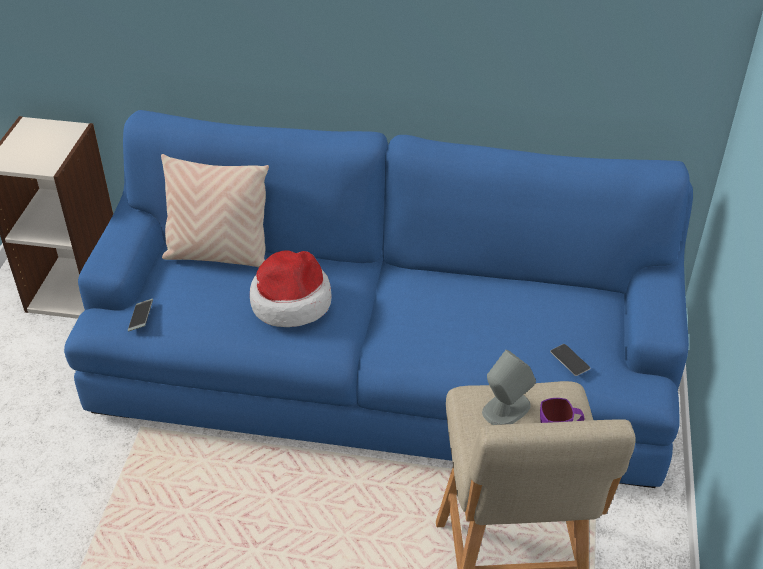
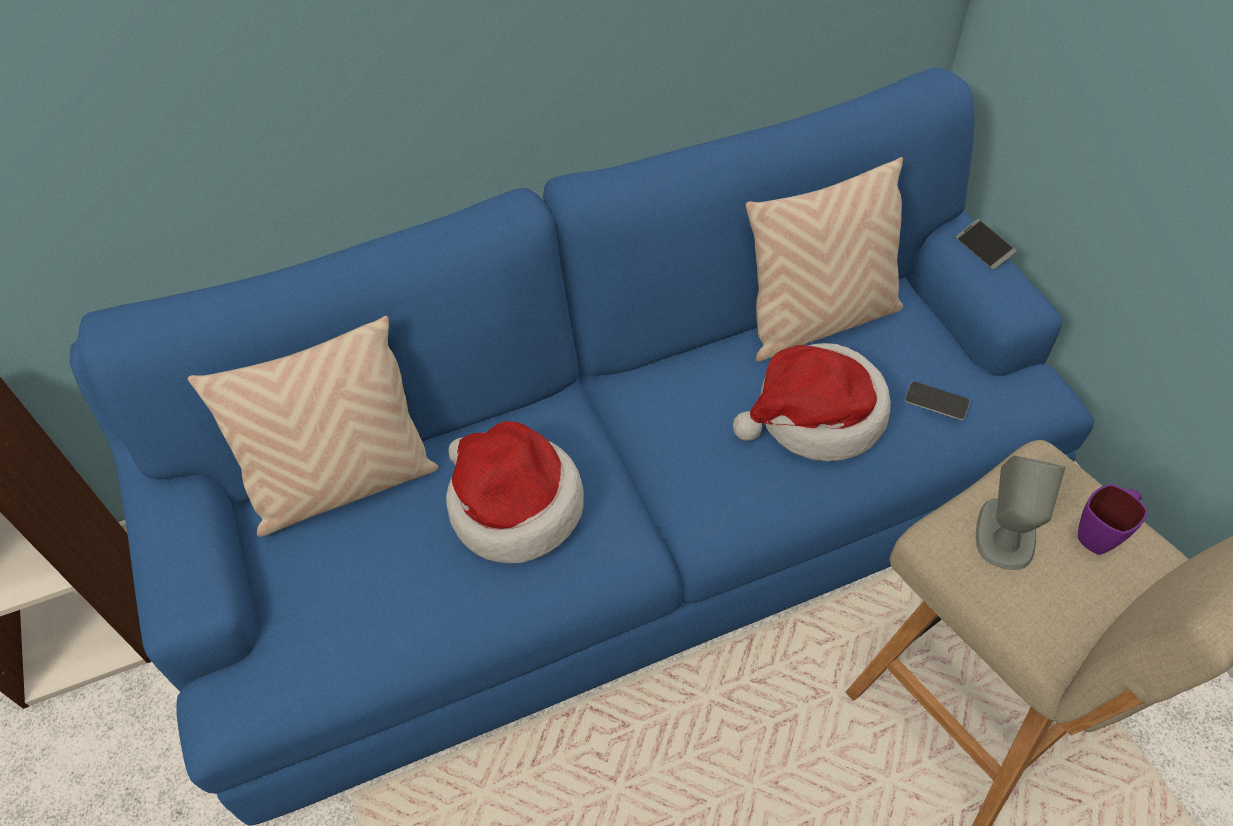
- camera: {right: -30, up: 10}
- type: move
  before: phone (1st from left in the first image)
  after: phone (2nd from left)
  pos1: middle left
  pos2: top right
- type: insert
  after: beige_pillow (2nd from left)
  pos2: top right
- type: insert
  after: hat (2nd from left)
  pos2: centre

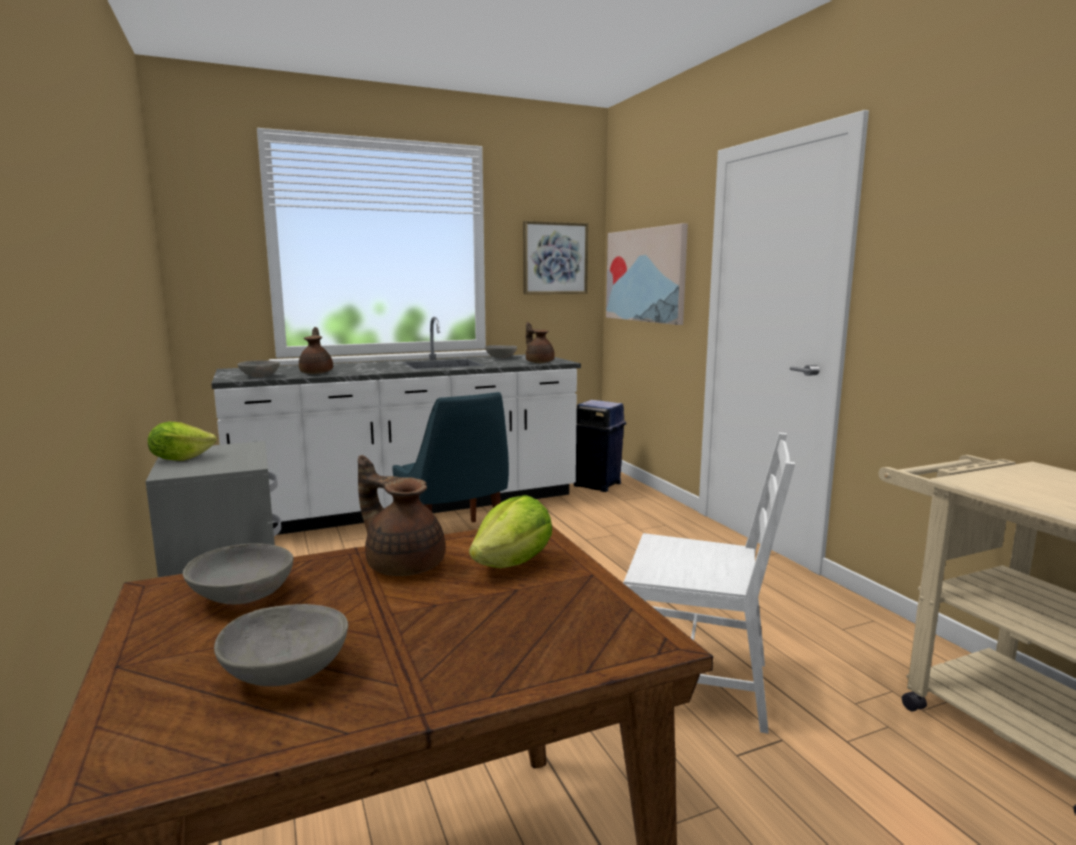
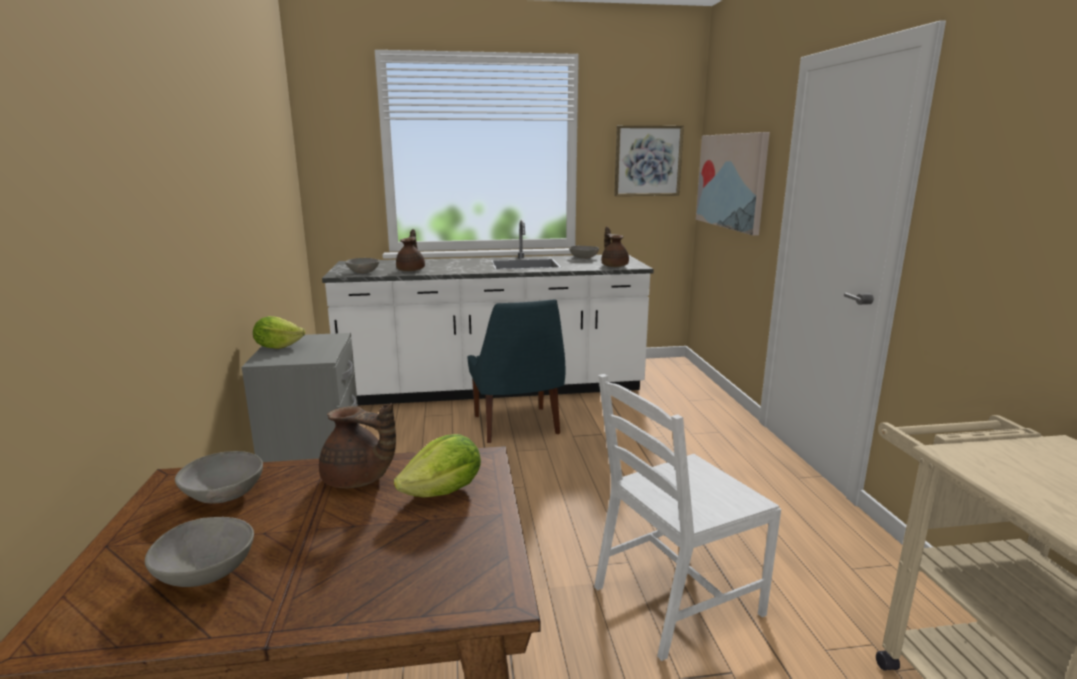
- camera: {right: 15, up: 5}
- type: delete
  before: blue_trash_can
  pos1: centre
- type: rotate
  before: white_chair
  pos1: bottom centre
  pos2: bottom centre
  turn: 120
- type: rotate
  before: brown_teapot (2nd from left in the first image)
  pos1: centre
  pos2: middle left
  turn: 150

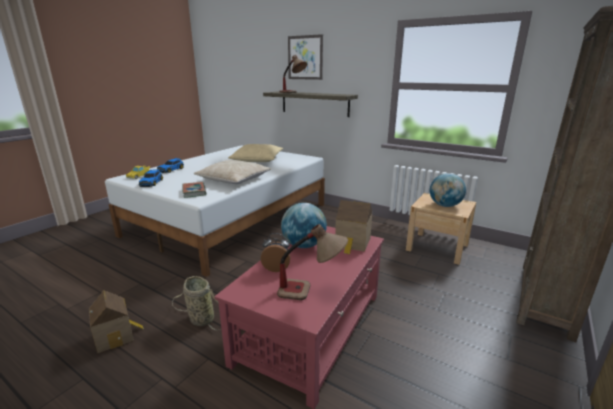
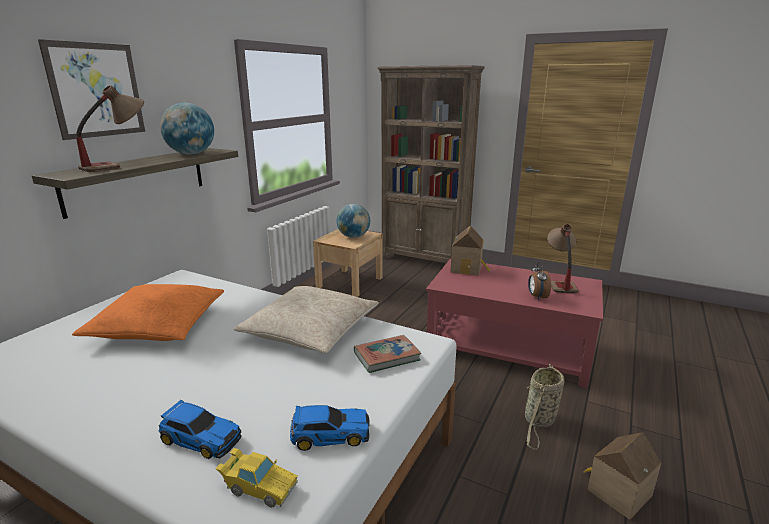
- camera: {right: -95, up: 0}
- type: recolor
  before: beige_pillow (2nd from left)
  after: orange_pillow
  pos1: centre
  pos2: middle left
- type: move
  before: globe (1st from left)
  pos1: centre
  pos2: top left

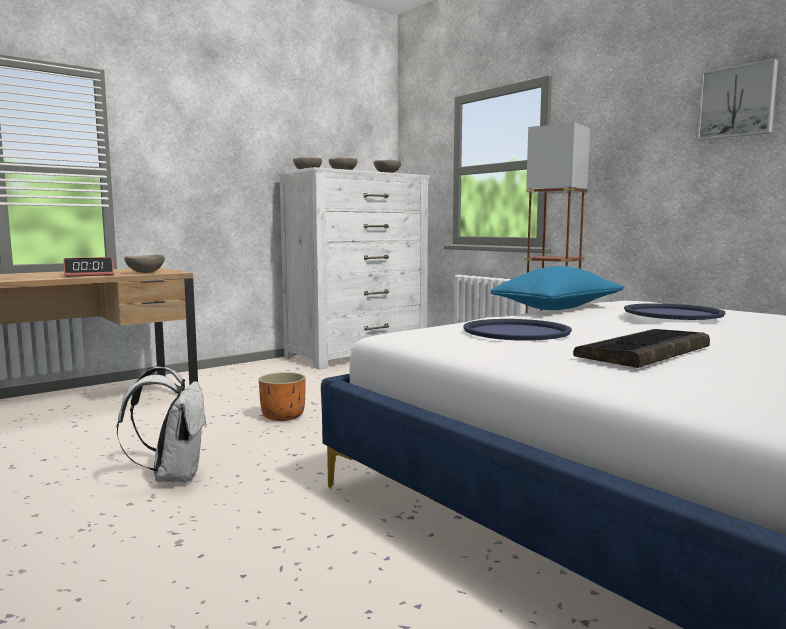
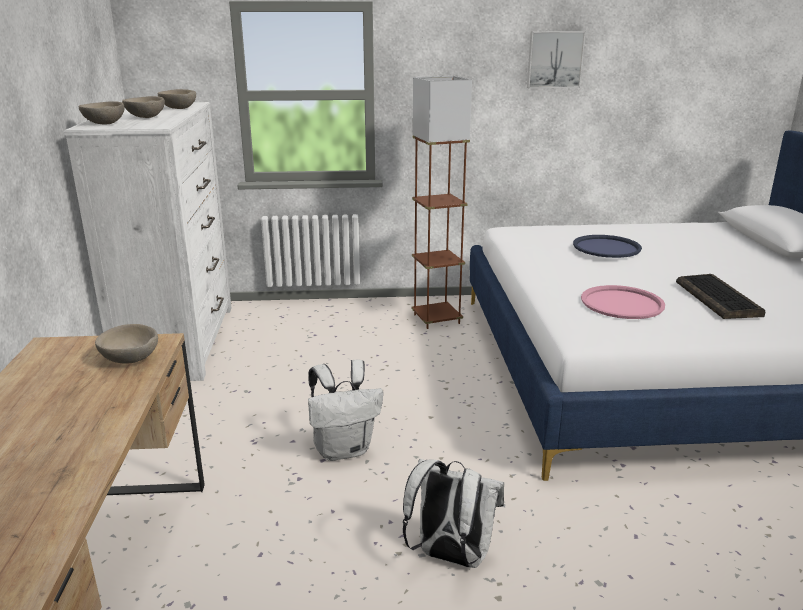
- camera: {right: -55, up: 15}
- type: delete
  before: alarm_clock
  pos1: middle left
- type: delete
  before: blue_pillow
  pos1: middle right
- type: recolor
  before: blue_tray (1st from left)
  after: pink_tray
  pos1: centre
  pos2: middle right
- type: replace
  before: orange_planter
  after: white_backpack (1st from left)
  pos1: centre
  pos2: bottom centre

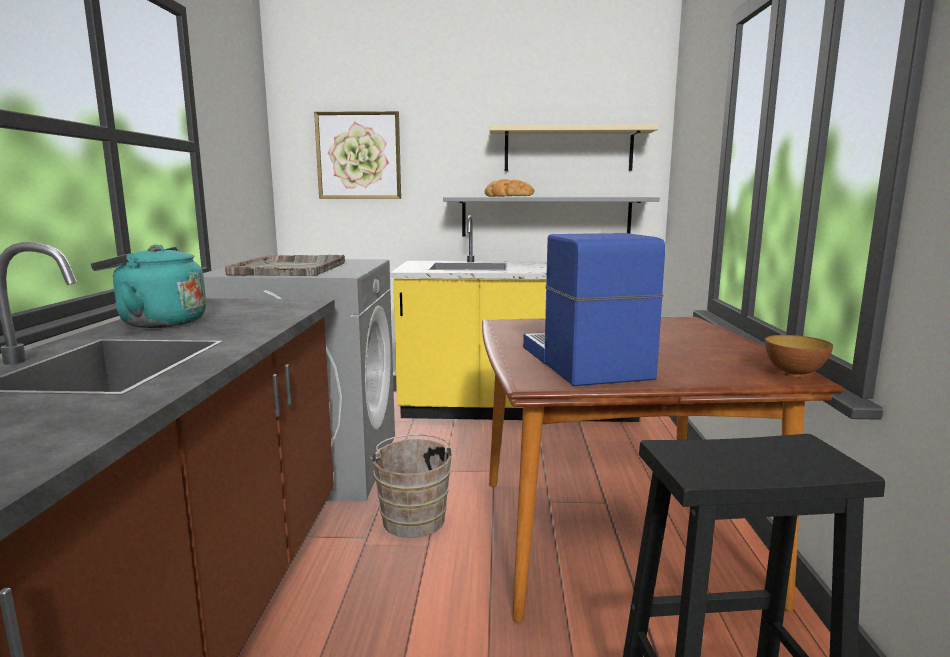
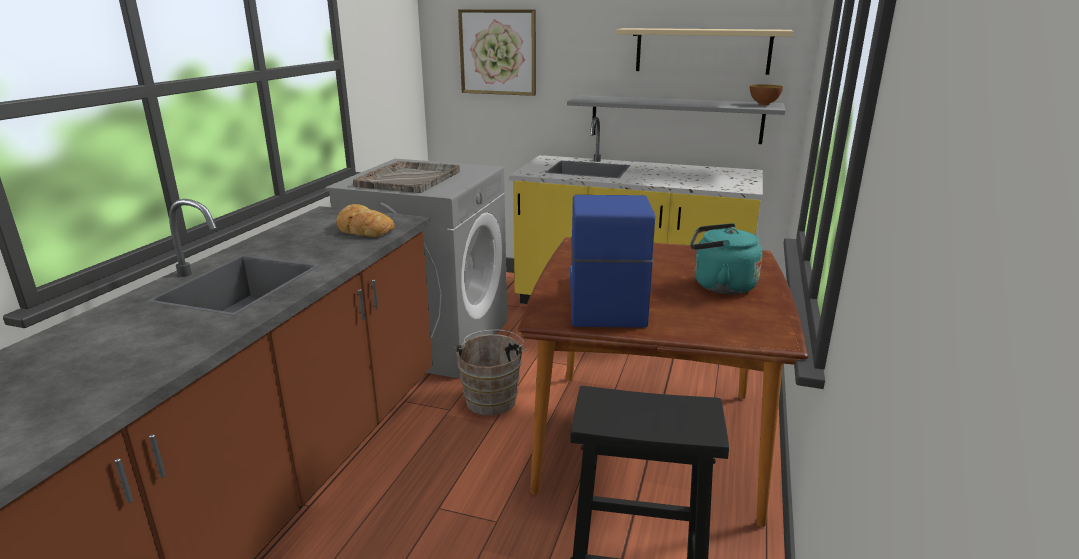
- camera: {right: 15, up: 10}
- type: move
  before: bread
  pos1: top centre
  pos2: centre
- type: move
  before: turquoise_kettle
  pos1: middle left
  pos2: middle right
- type: move
  before: bowl
  pos1: middle right
  pos2: top right

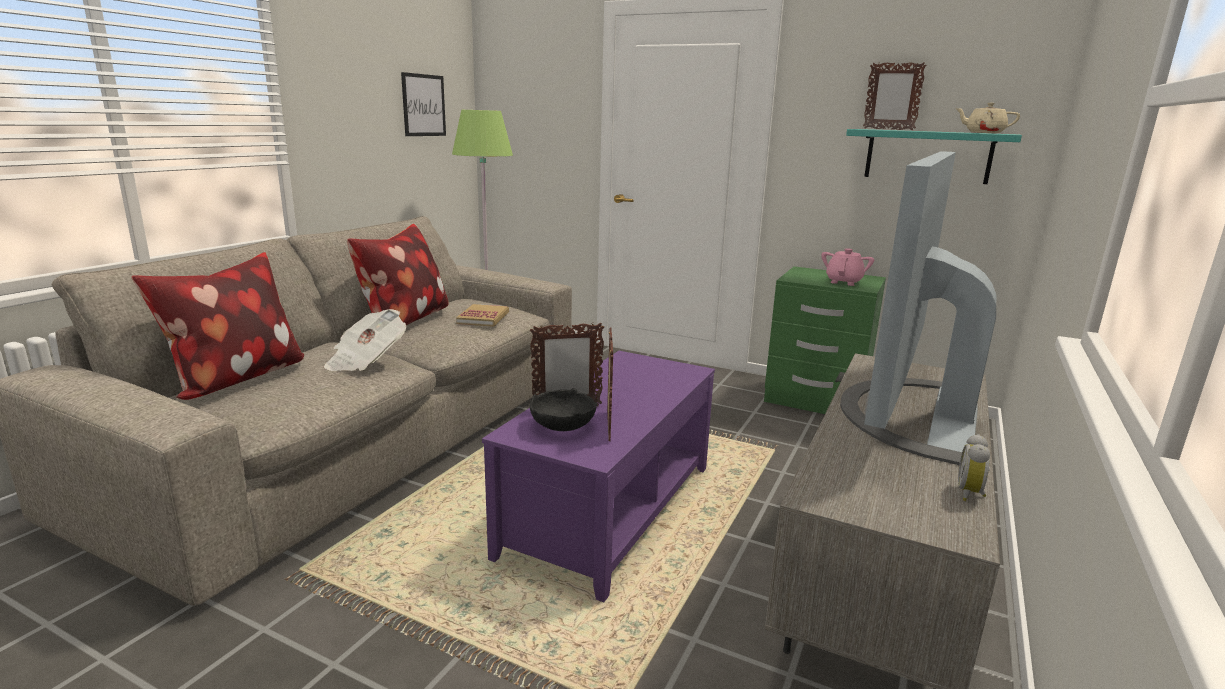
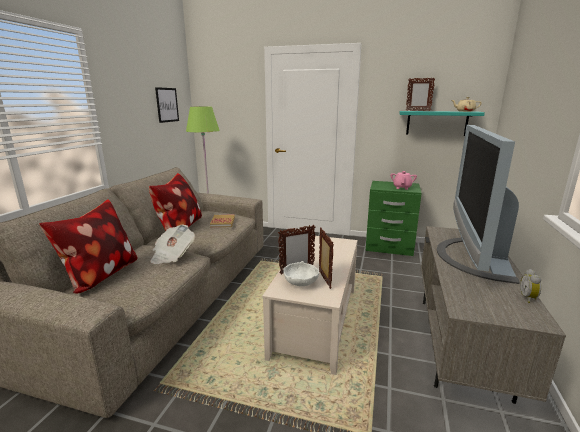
- camera: {right: -10, up: 0}
- type: recolor
  before: purple_coffee_table
  after: beige_coffee_table
  pos1: bottom centre
  pos2: bottom centre
- type: recolor
  before: black_bowl
  after: white_bowl
  pos1: centre
  pos2: centre

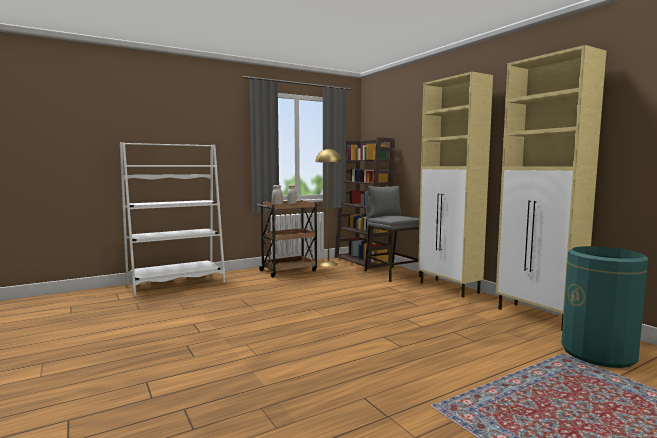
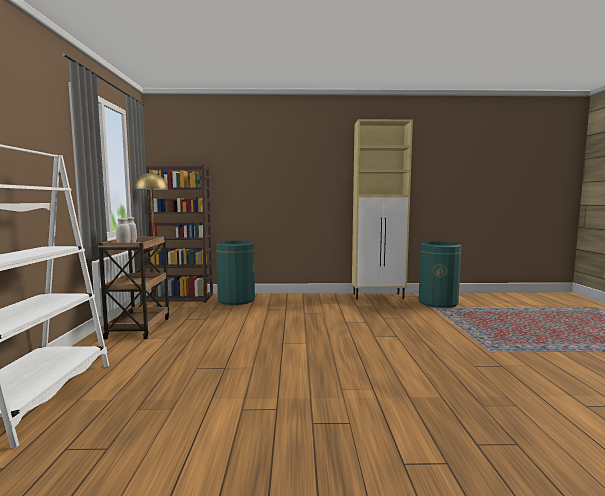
- camera: {right: -60, up: 0}
- type: delete
  before: beige_cabinet (1st from left)
  pos1: middle right
- type: replace
  before: grey_stool
  after: green_trash_can (1st from left)
  pos1: centre
  pos2: centre

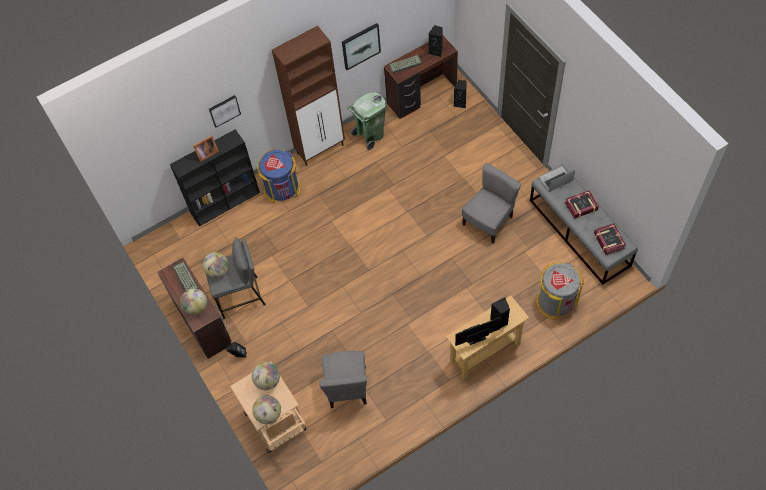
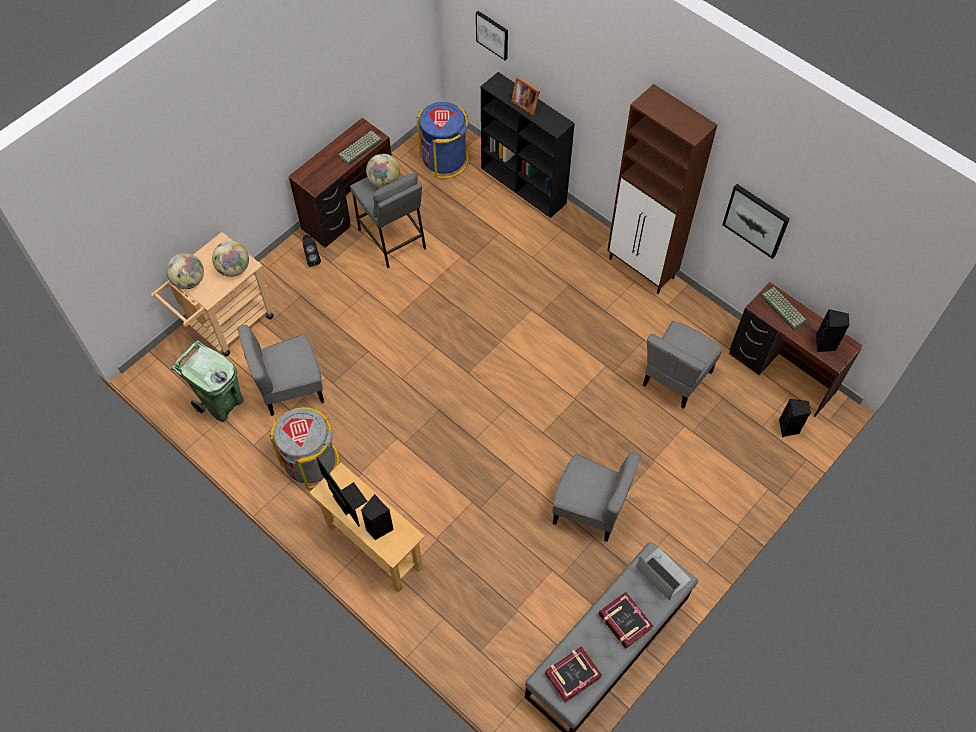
- camera: {right: 70, up: 0}
- type: move
  before: green_trash_can
  pos1: top centre
  pos2: middle left
- type: move
  before: picture (1st from left)
  pos1: top left
  pos2: top centre
- type: move
  before: blue_trash_can
  pos1: centre
  pos2: top centre
- type: move
  before: grey_trash_can
  pos1: middle right
  pos2: middle left
- type: delete
  before: globe (1st from left)
  pos1: middle left
- type: insert
  after: grey_chair (3rd from left)
  pos2: middle right

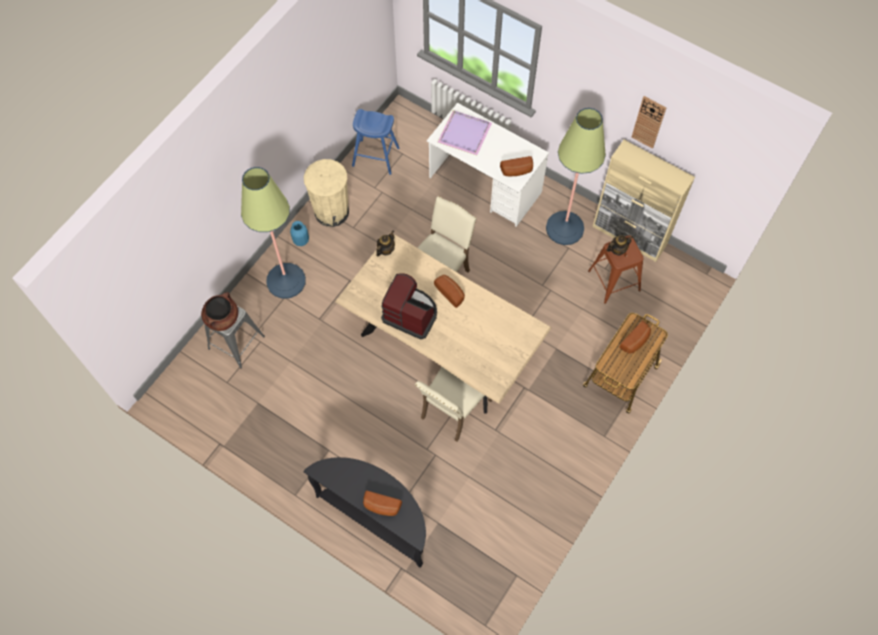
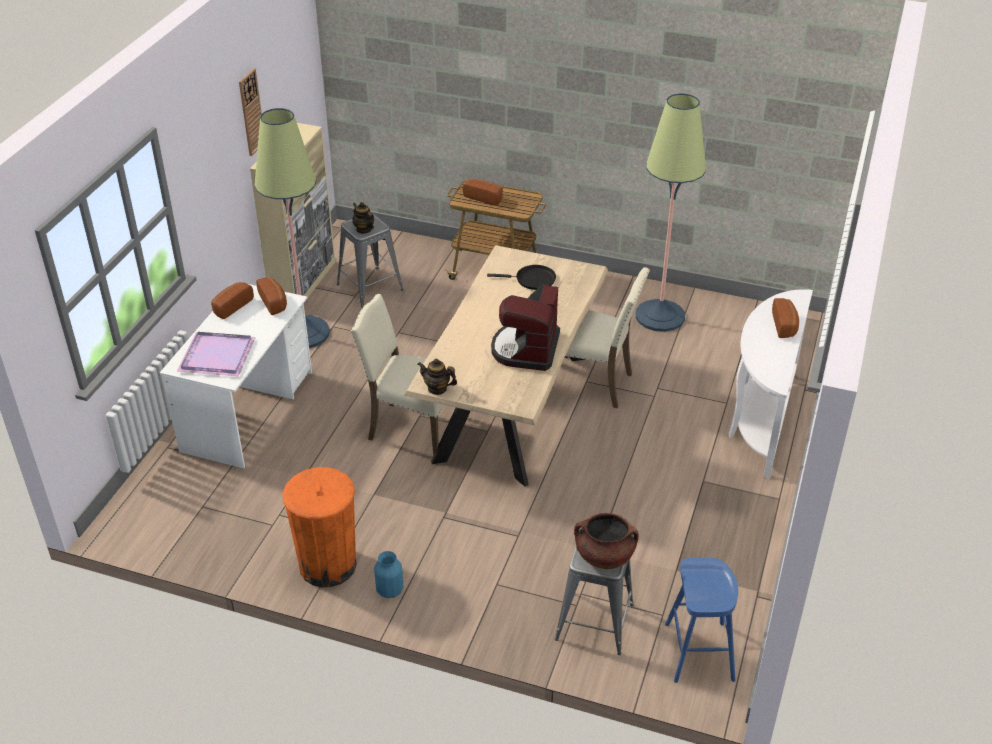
- camera: {right: -105, up: -25}
- type: move
  before: blue_stool
  pos1: top centre
  pos2: bottom right
- type: recolor
  before: beige_trash_can
  after: orange_trash_can
  pos1: top centre
  pos2: bottom left
- type: move
  before: floor_lamp (1st from left in the first image)
  after: floor_lamp (2nd from left)
  pos1: middle left
  pos2: top right
- type: recolor
  before: brown_stool
  after: grey_stool (1st from left)
  pos1: middle right
  pos2: centre
- type: move
  before: bread (2nd from left in the first image)
  after: bread (1st from left)
  pos1: centre
  pos2: middle left
- type: recolor
  before: black_console_table
  after: white_console_table
  pos1: bottom centre
  pos2: middle right
- type: insert
  after: black_frying_pan
  pos2: centre

